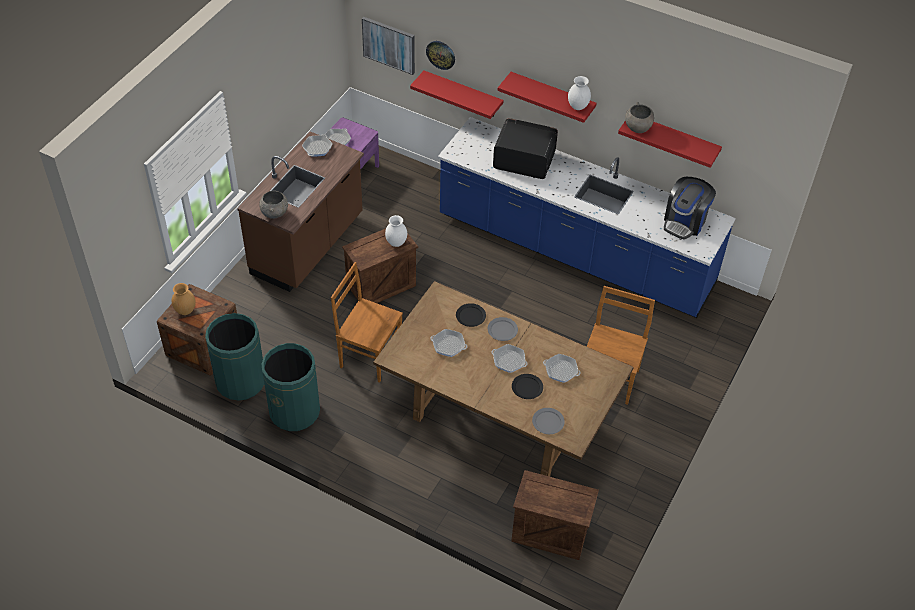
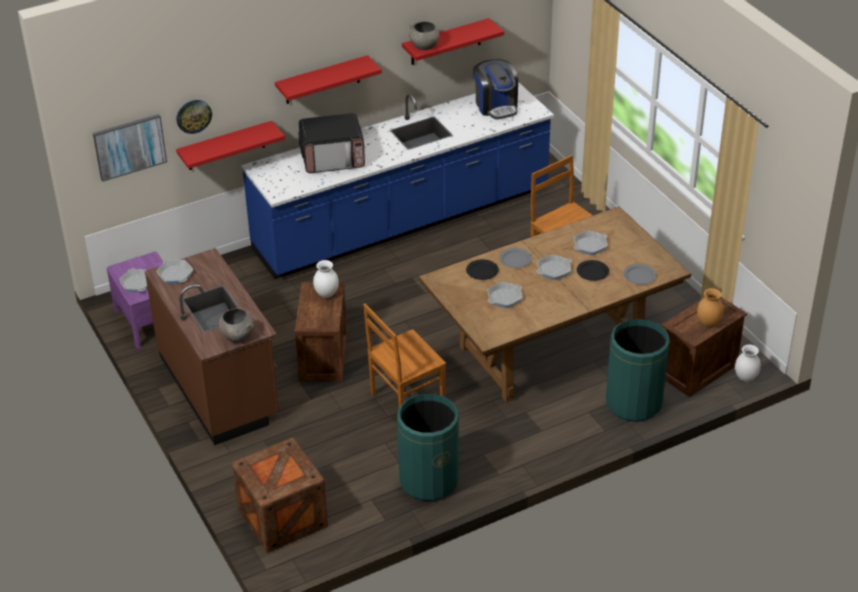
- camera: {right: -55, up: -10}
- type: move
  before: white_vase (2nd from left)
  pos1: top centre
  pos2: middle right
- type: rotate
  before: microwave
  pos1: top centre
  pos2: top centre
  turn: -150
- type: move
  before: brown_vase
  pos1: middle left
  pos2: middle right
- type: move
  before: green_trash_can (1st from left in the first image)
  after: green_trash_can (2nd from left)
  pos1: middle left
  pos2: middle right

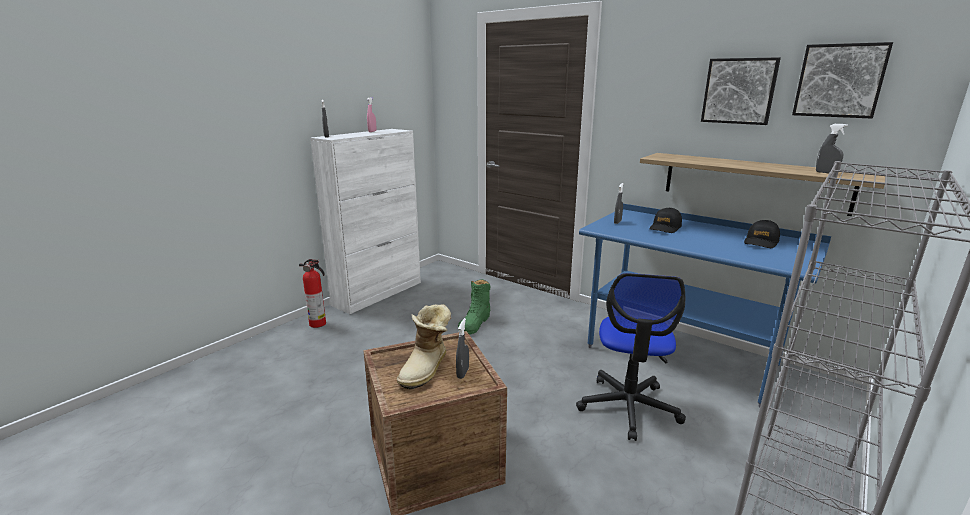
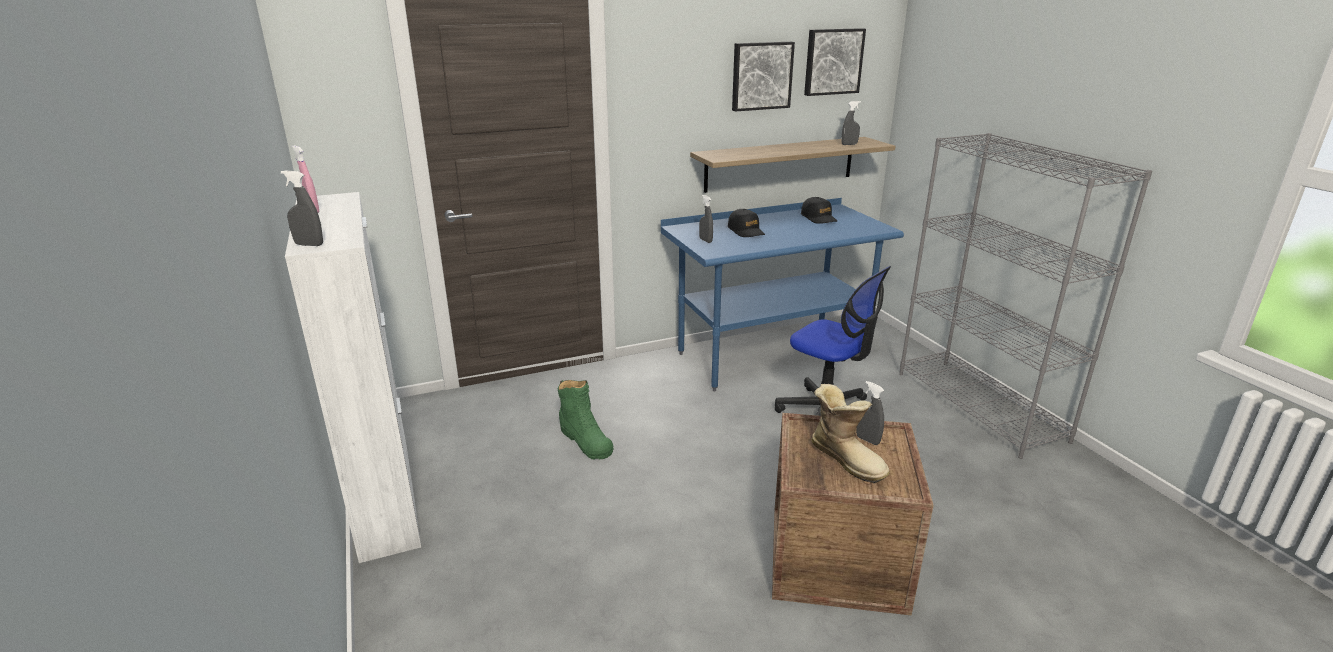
- camera: {right: -60, up: 5}
- type: delete
  before: fire_extinguisher
  pos1: middle left

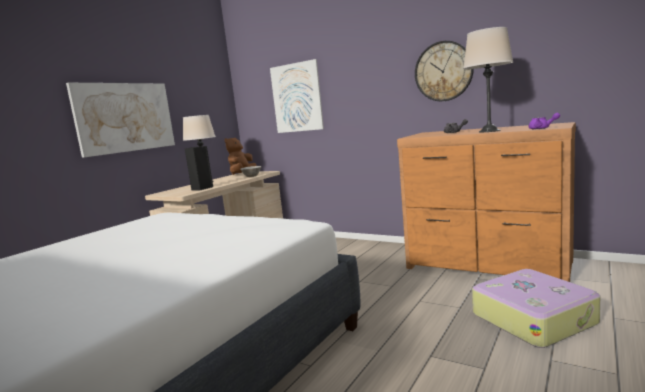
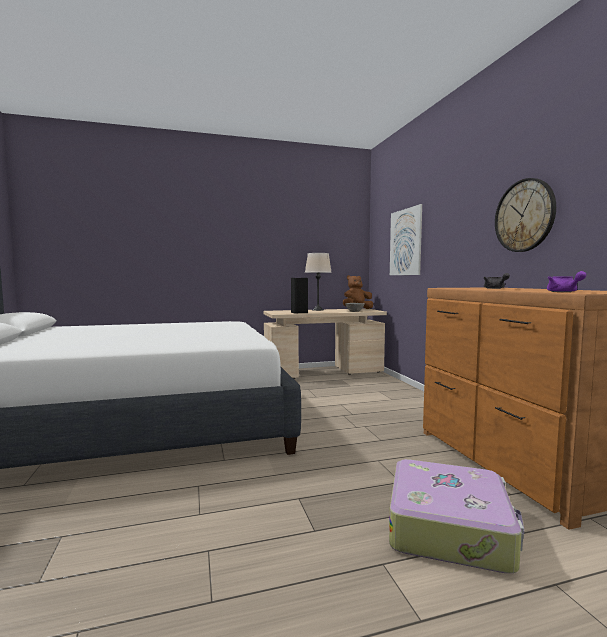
- camera: {right: 40, up: -5}
- type: delete
  before: beige_table_lamp (2nd from left)
  pos1: top right
- type: delete
  before: picture (1st from left)
  pos1: top left

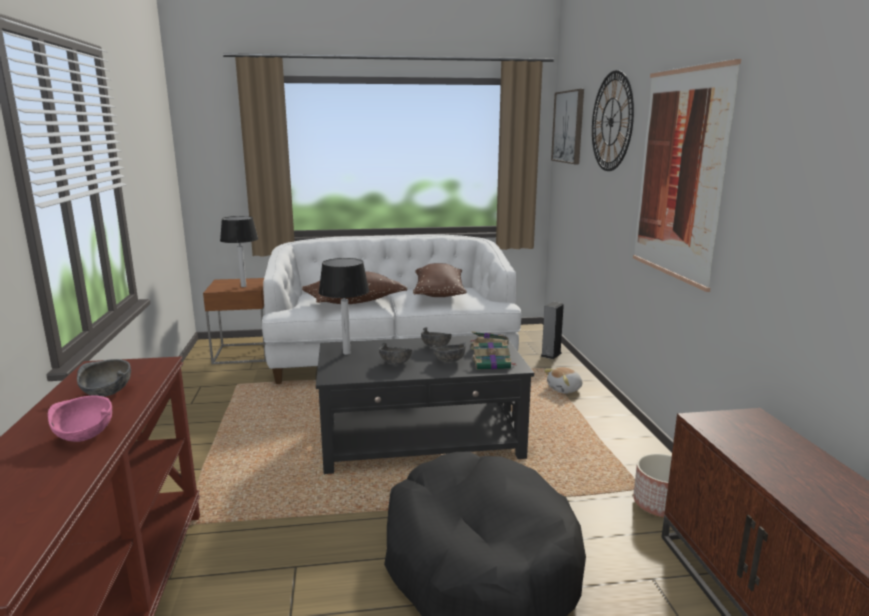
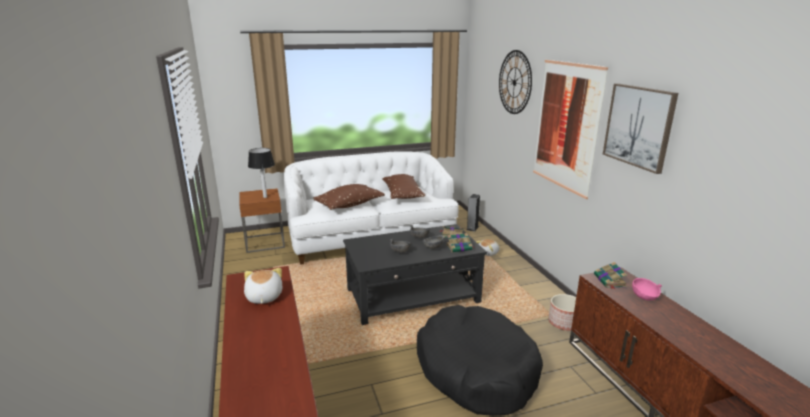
- camera: {right: -10, up: 5}
- type: move
  before: picture (1st from left in the first image)
  after: picture (2nd from left)
  pos1: top centre
  pos2: top right
- type: delete
  before: table_lamp (2nd from left)
  pos1: centre
- type: replace
  before: grey_bowl (1st from left)
  after: plush_toy (1st from left)
  pos1: middle left
  pos2: bottom left
- type: move
  before: pink_bowl
  pos1: bottom left
  pos2: bottom right
- type: insert
  after: book (3rd from left)
  pos2: middle right

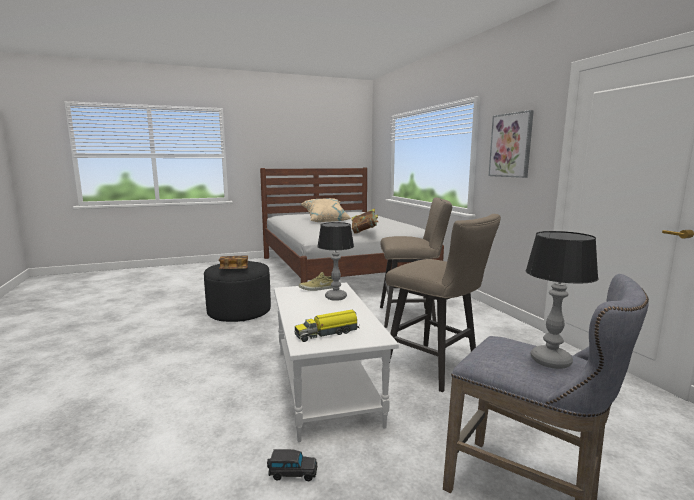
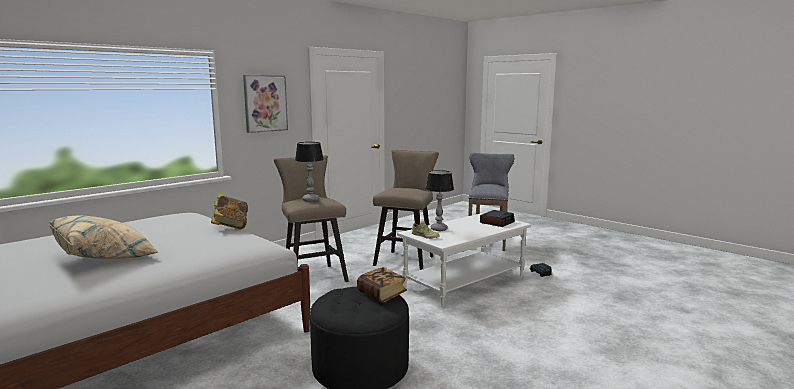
- camera: {right: -115, up: 0}
- type: move
  before: table_lamp (2nd from left in the first image)
  after: table_lamp (1st from left)
  pos1: middle right
  pos2: centre
- type: replace
  before: toy_truck
  after: alarm_clock
  pos1: centre
  pos2: centre

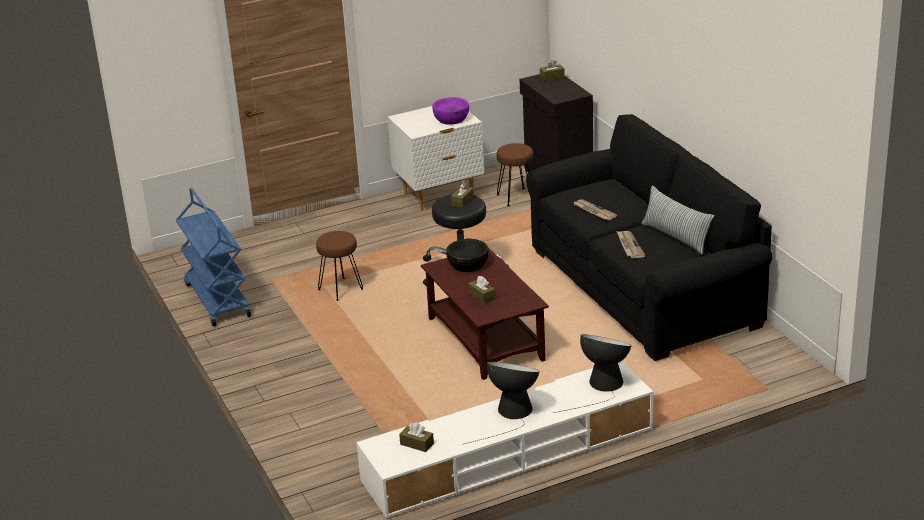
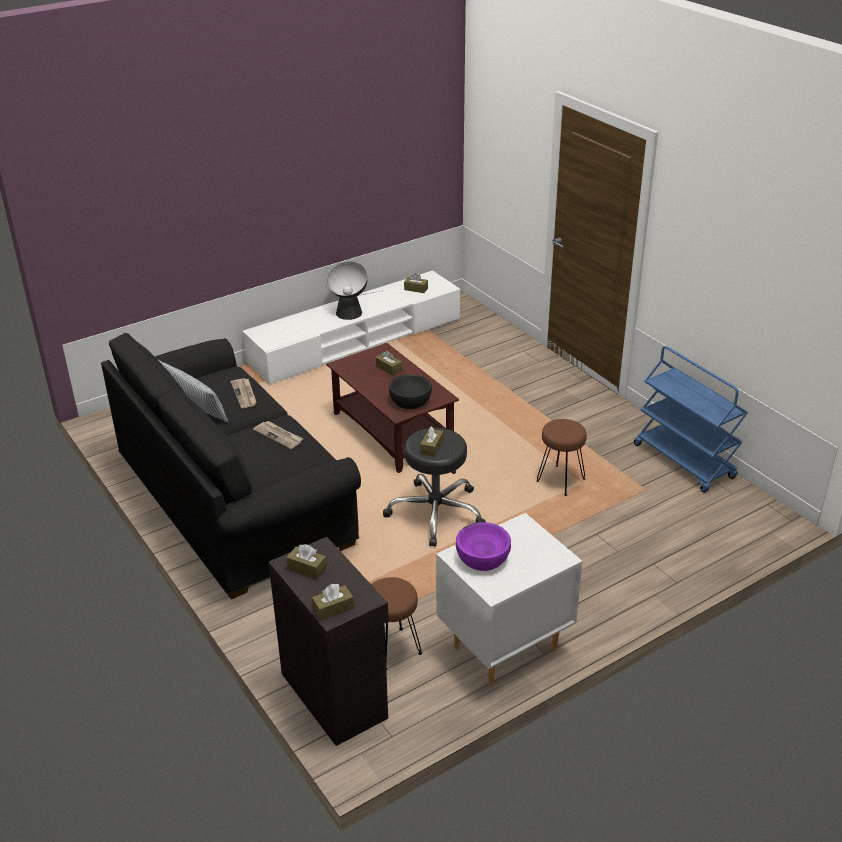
- camera: {right: 170, up: 5}
- type: delete
  before: table_lamp (2nd from left)
  pos1: bottom centre
- type: insert
  after: brown_tissue_box (1st from left)
  pos2: centre

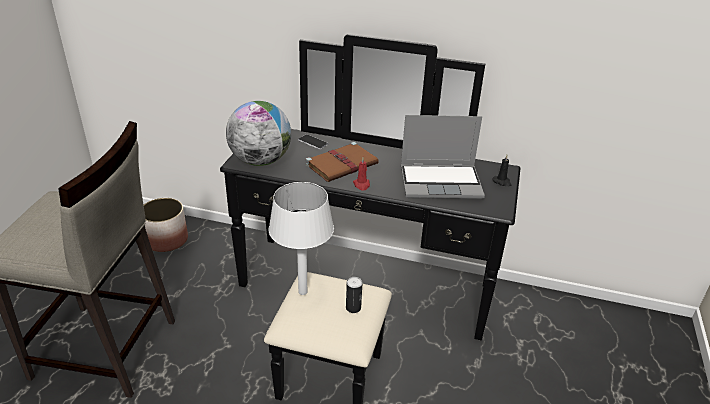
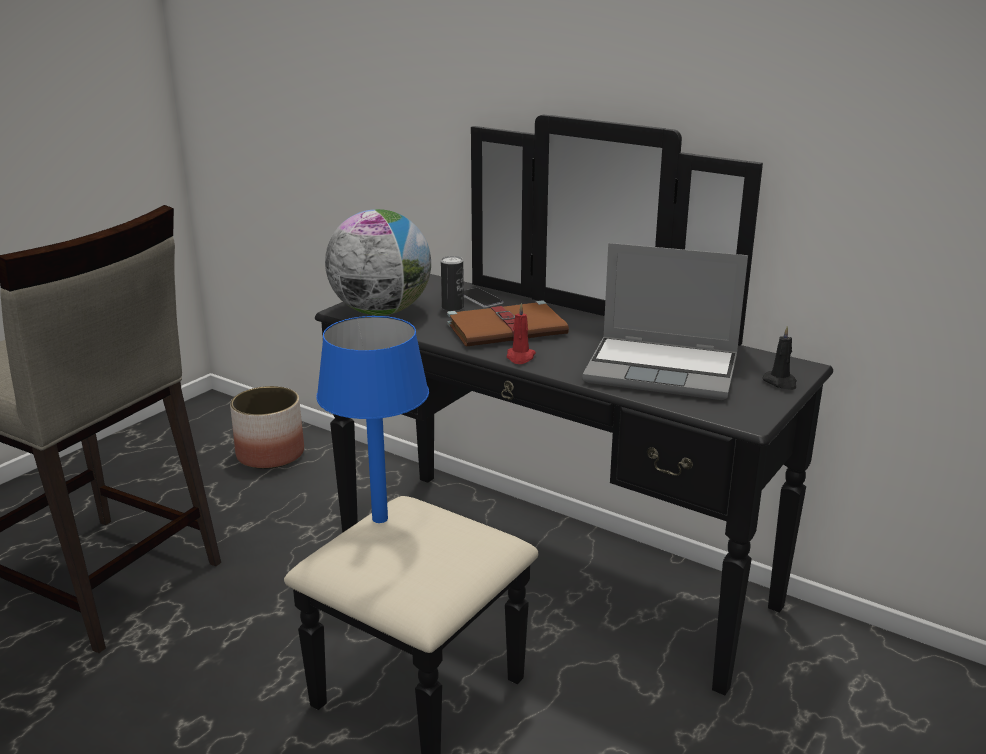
- camera: {right: 20, up: -10}
- type: recolor
  before: white_table_lamp
  after: blue_table_lamp
  pos1: centre
  pos2: centre
- type: move
  before: can
  pos1: bottom centre
  pos2: centre

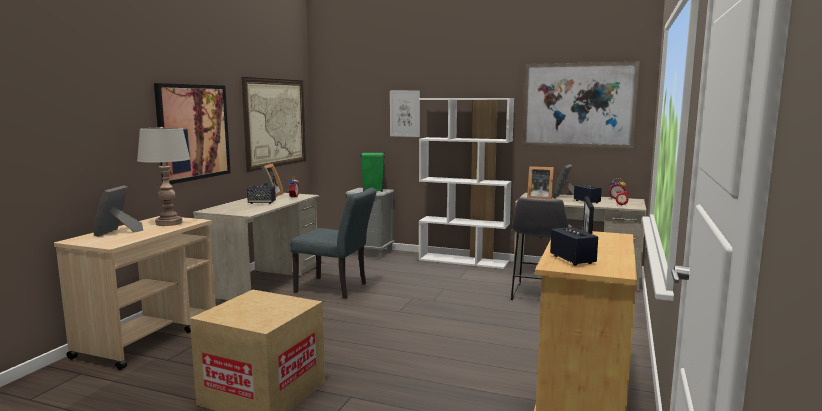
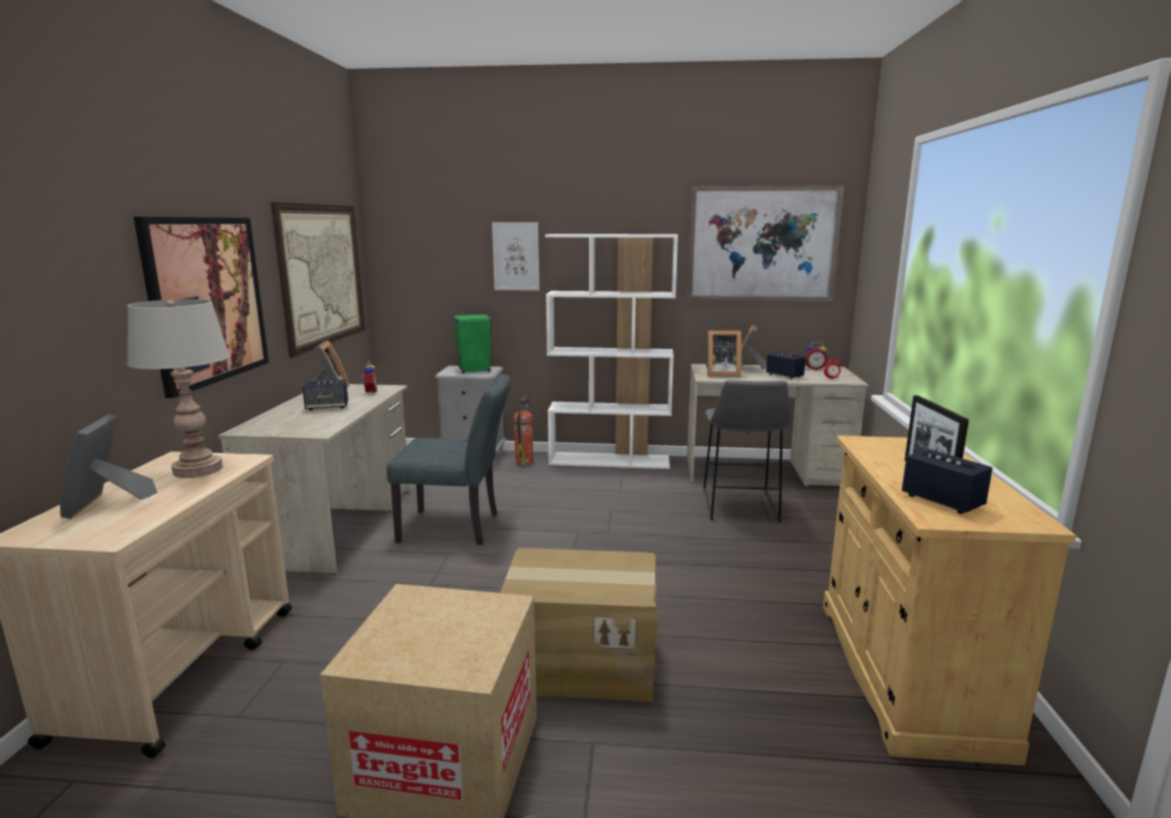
- camera: {right: -15, up: 5}
- type: insert
  after: fire_extinguisher
  pos2: centre
- type: insert
  after: cardboard_box (2nd from left)
  pos2: bottom centre

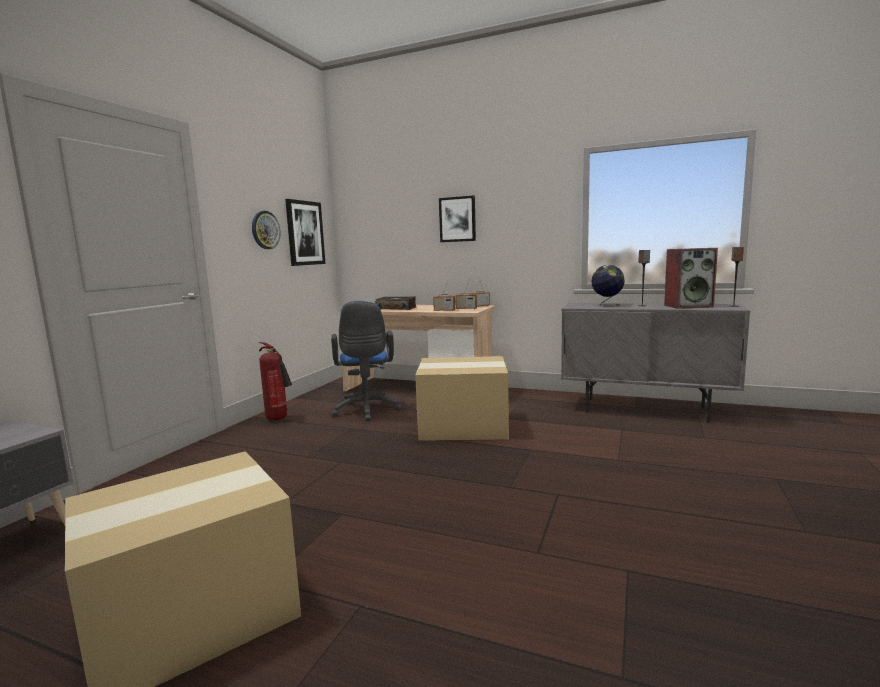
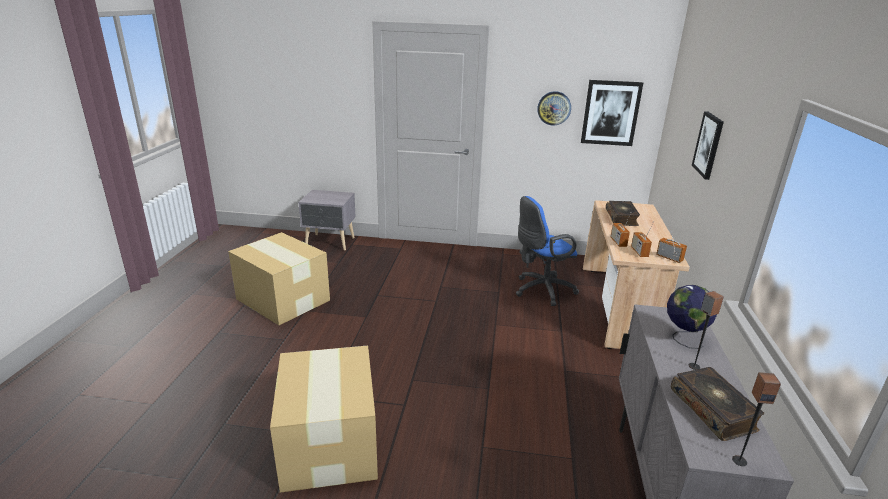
- camera: {right: 75, up: 15}
- type: replace
  before: speaker (2nd from left)
  after: book (2nd from left)
  pos1: middle right
  pos2: bottom right
- type: delete
  before: fire_extinguisher
  pos1: middle left
- type: move
  before: cardboard_box (2nd from left)
  pos1: centre
  pos2: bottom centre

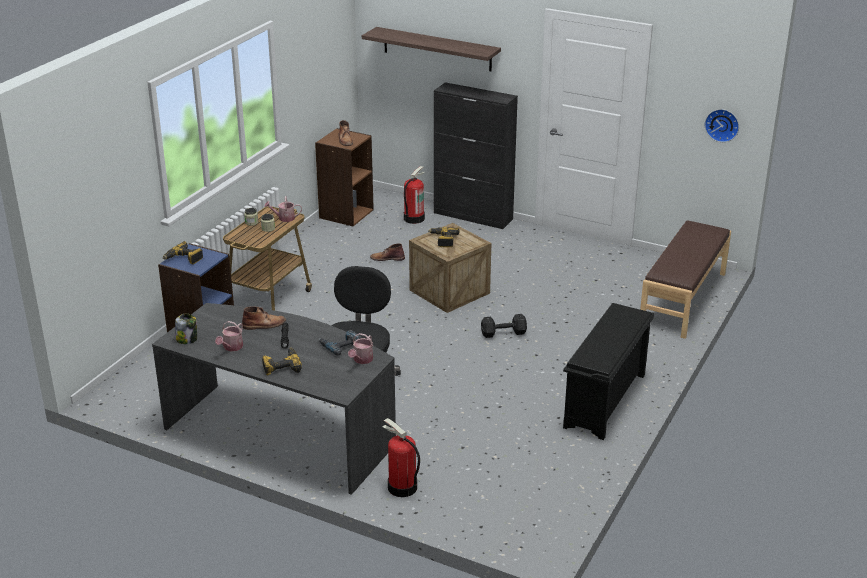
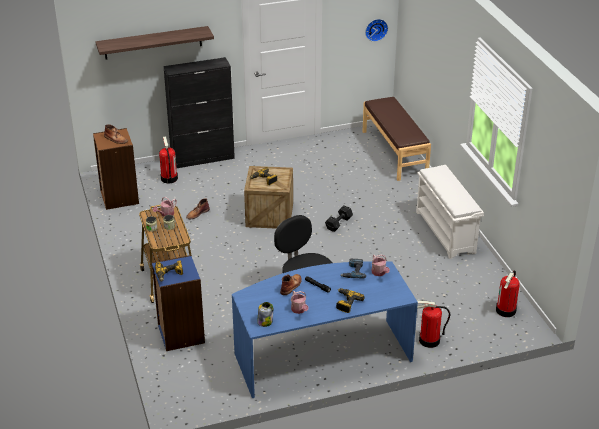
- camera: {right: -45, up: 5}
- type: recolor
  before: grey_desk
  after: blue_desk
  pos1: bottom left
  pos2: bottom centre
- type: recolor
  before: black_shoe_rack
  after: white_shoe_rack
  pos1: middle right
  pos2: middle right
- type: insert
  after: fire_extinguisher (3rd from left)
  pos2: bottom right

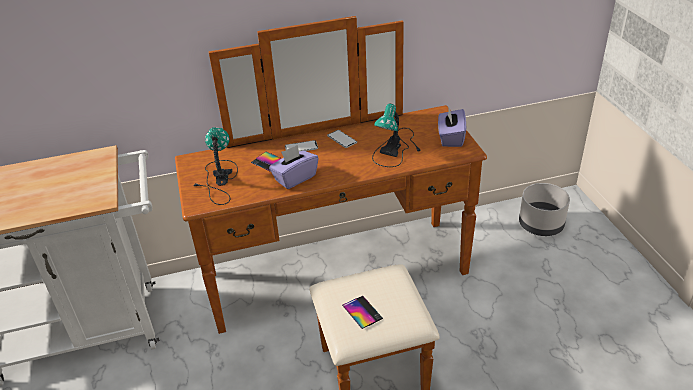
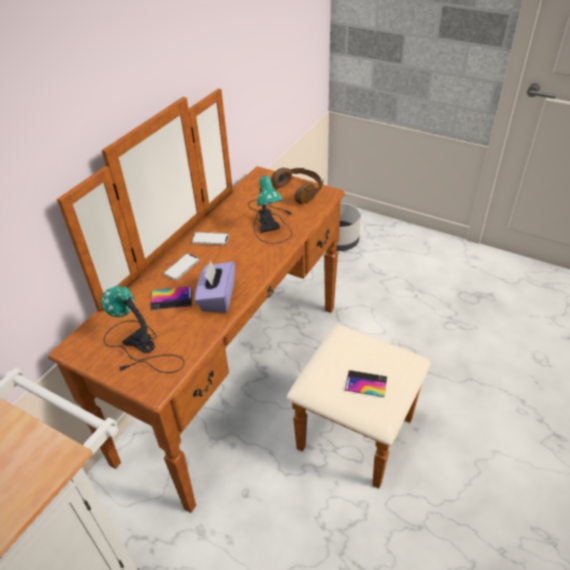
- camera: {right: -45, up: 5}
- type: replace
  before: purple_tissue_box (2nd from left)
  after: brown_headphones
  pos1: top centre
  pos2: top centre

